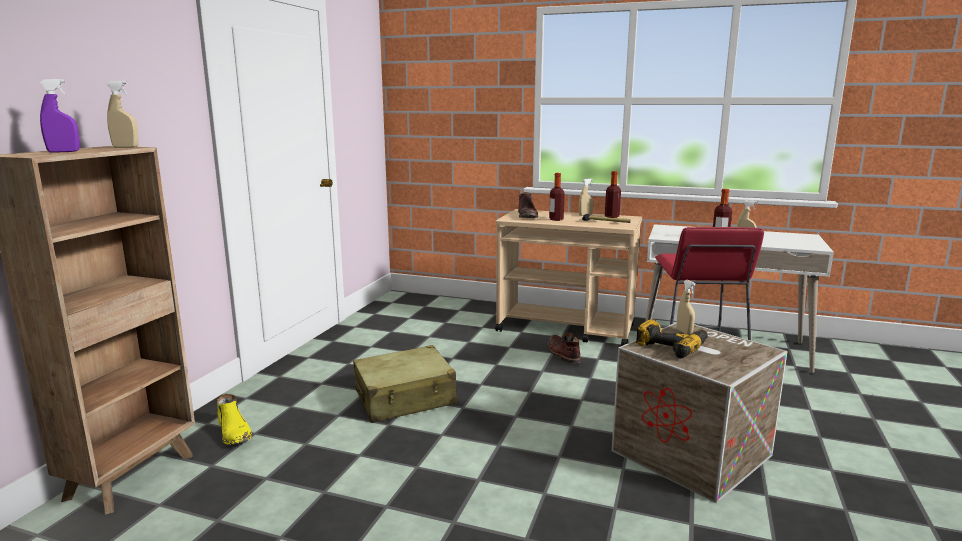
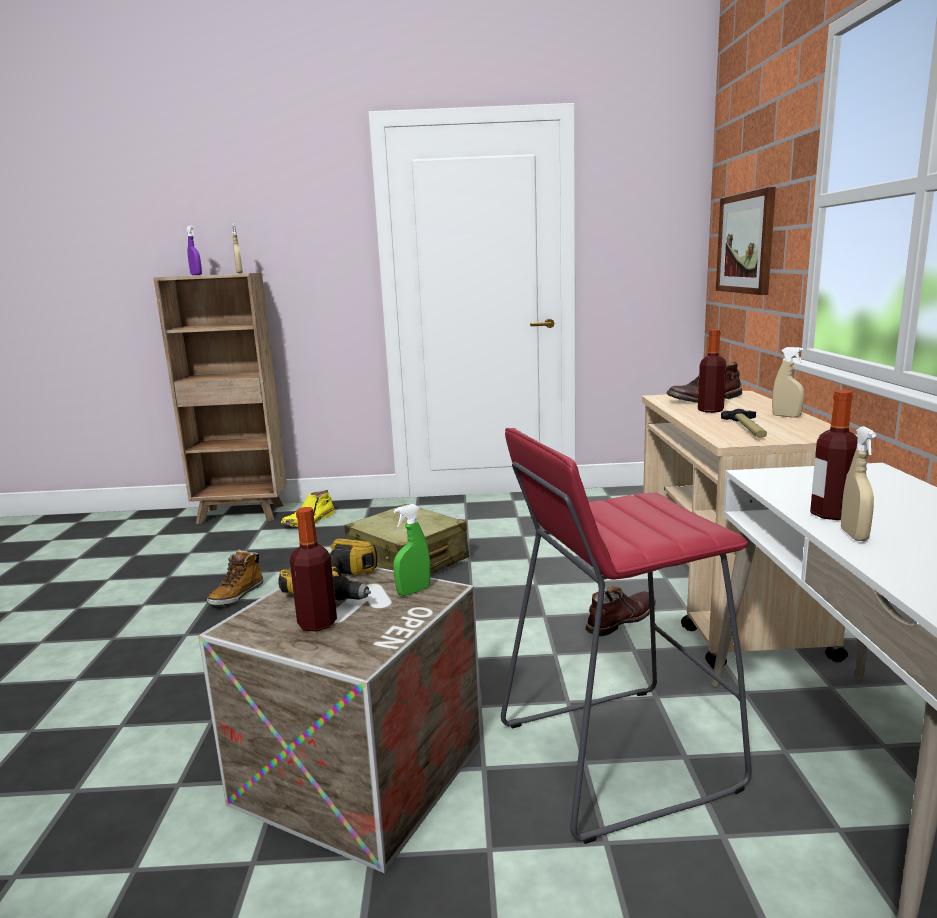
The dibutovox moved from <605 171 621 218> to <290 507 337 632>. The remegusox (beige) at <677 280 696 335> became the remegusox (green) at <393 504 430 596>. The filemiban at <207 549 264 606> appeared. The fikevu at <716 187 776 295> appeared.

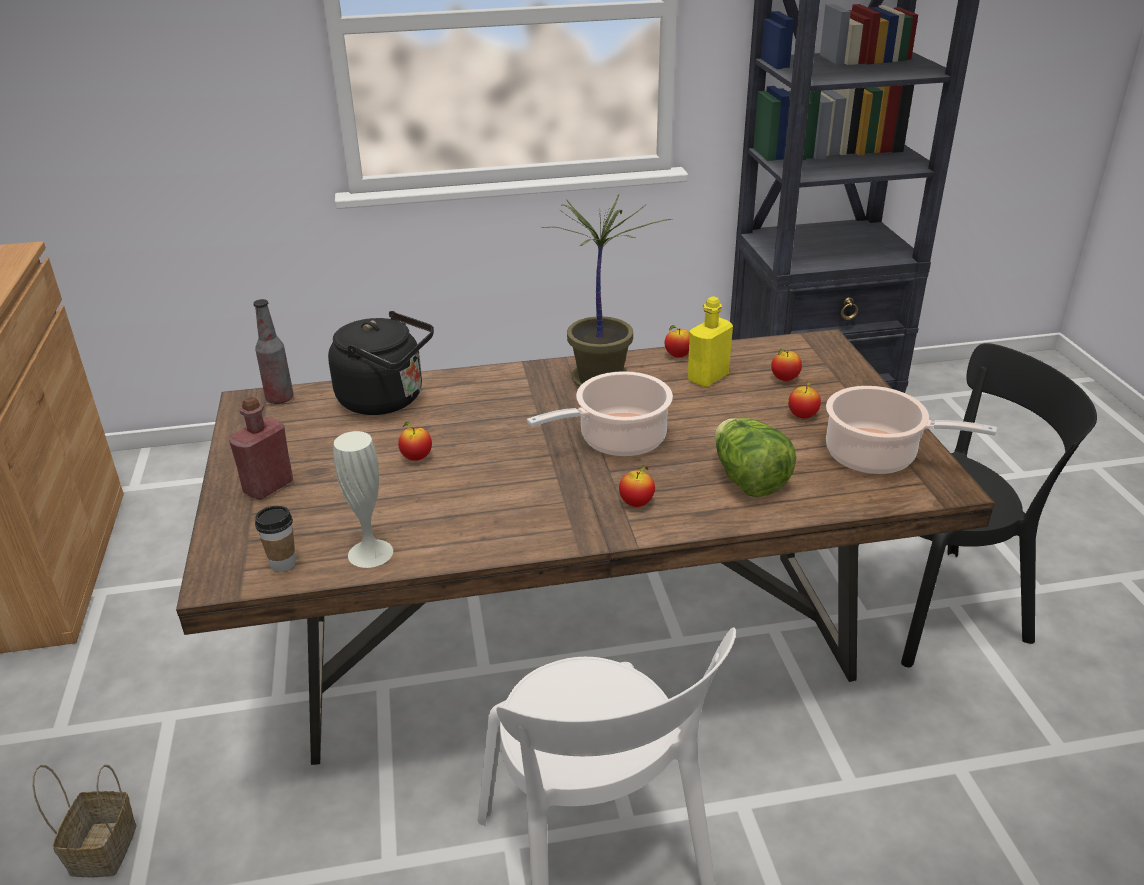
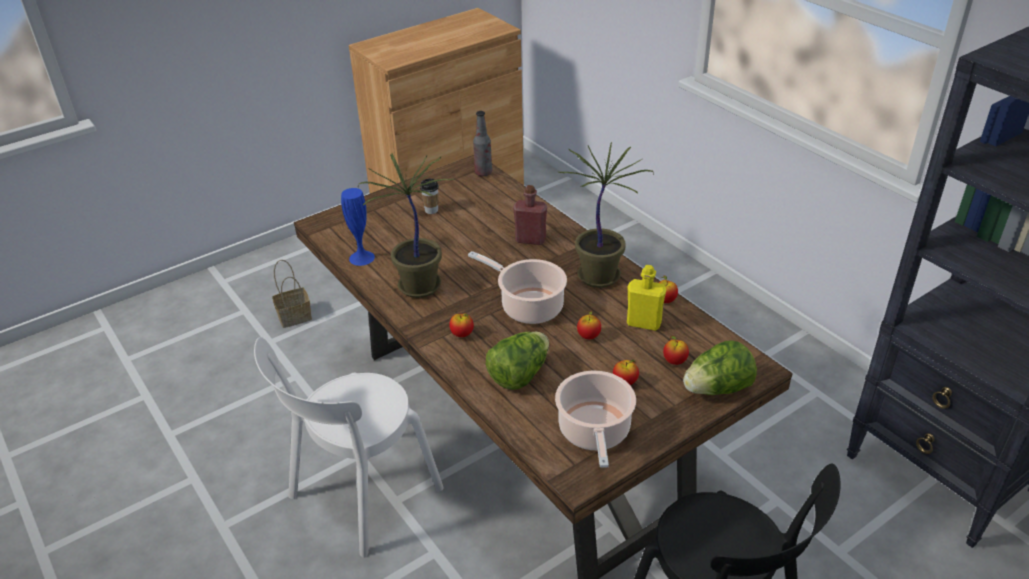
The dibutovox (red) moved from <229 396 293 500> to <513 185 547 245>. The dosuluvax moved from <255 506 296 572> to <420 179 439 214>. The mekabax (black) at <328 311 434 415> disappeared. The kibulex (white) at <334 431 393 568> became the kibulex (blue) at <341 188 375 266>. The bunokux moved from <398 422 432 461> to <577 311 601 339>. The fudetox at <358 154 454 298> appeared. The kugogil at <683 340 757 395> appeared.

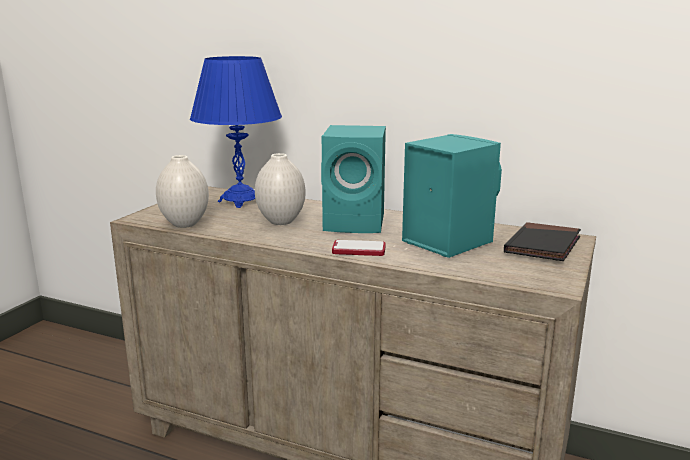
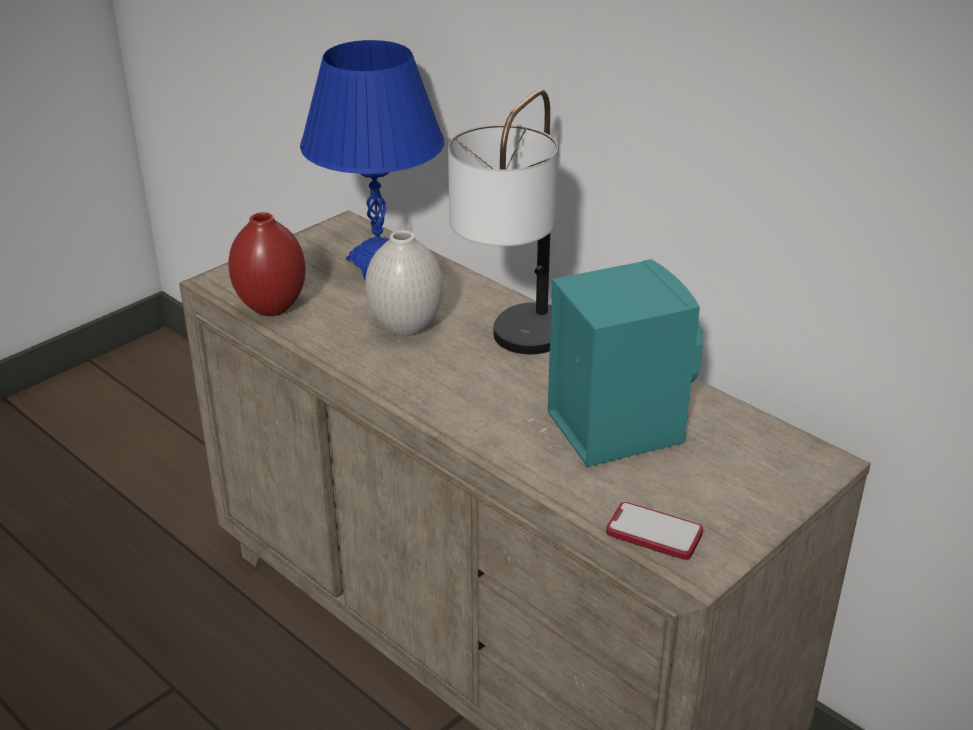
The kibulex (white) at <156 155 209 228> became the kibulex (red) at <228 212 306 316>. The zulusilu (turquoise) at <321 125 386 233> was replaced by the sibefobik at <448 89 558 354>. The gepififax moved from <332 240 386 256> to <606 502 703 560>. The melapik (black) at <504 222 581 261> disappeared.

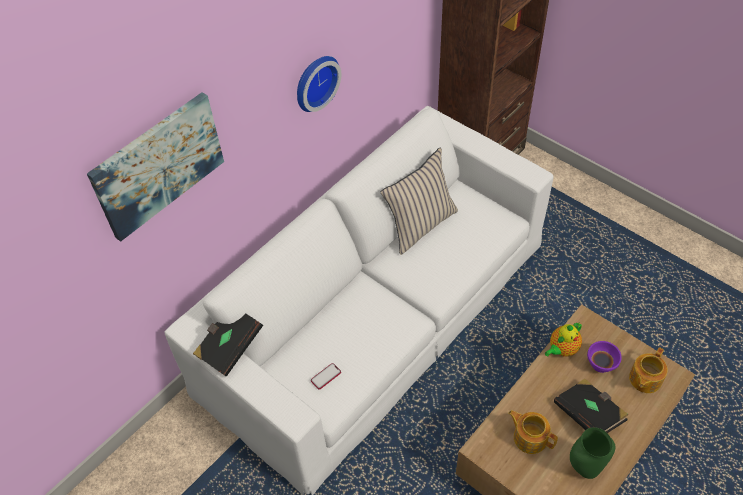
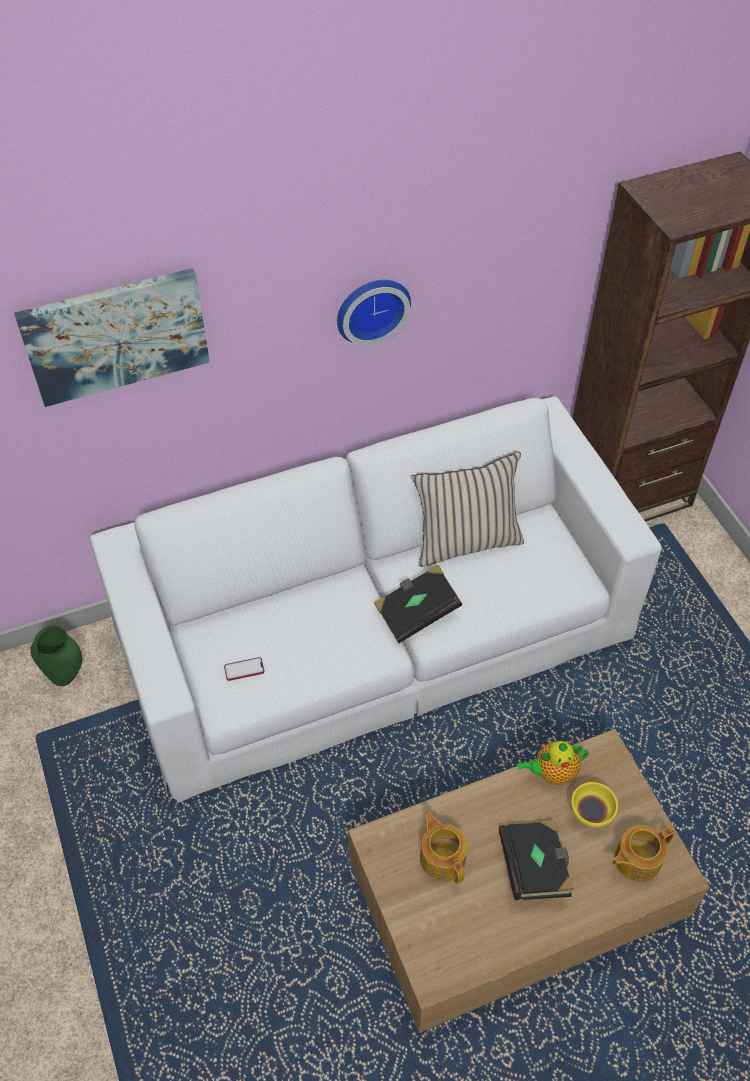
The melapik (black) moved from <193 313 263 377> to <374 565 462 643>. The kibulex (green) moved from <570 427 615 479> to <30 626 82 686>. The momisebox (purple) at <587 341 622 373> became the momisebox (yellow) at <571 782 618 827>.

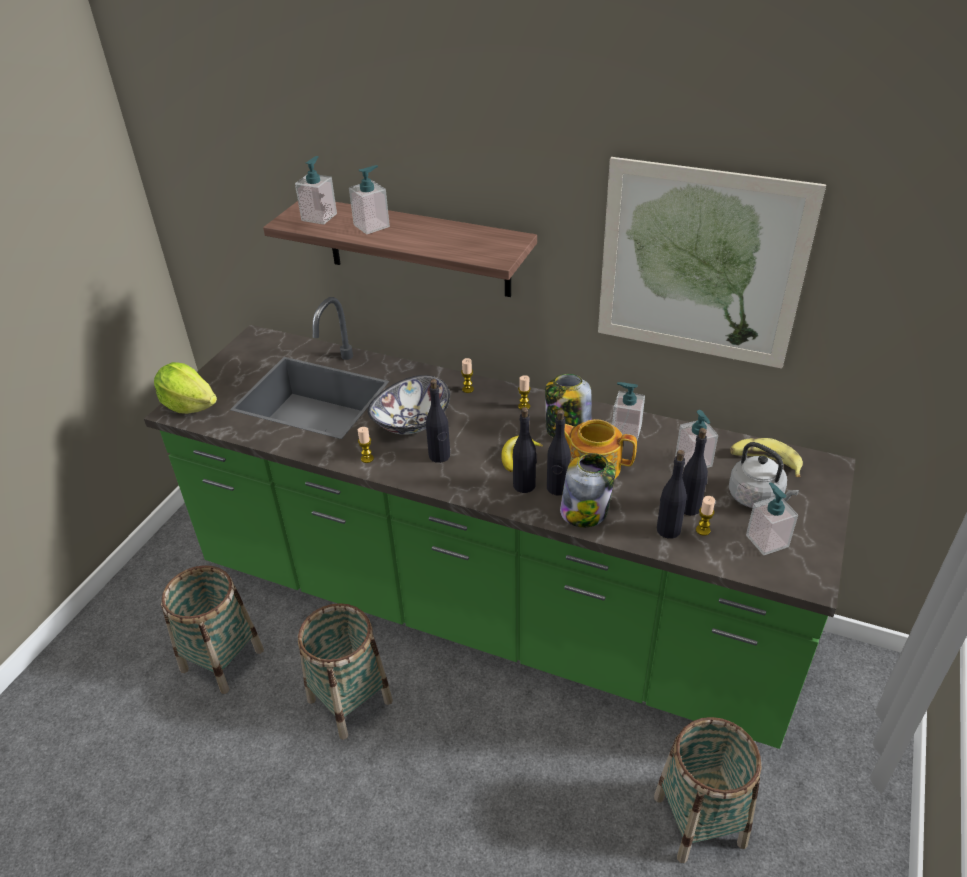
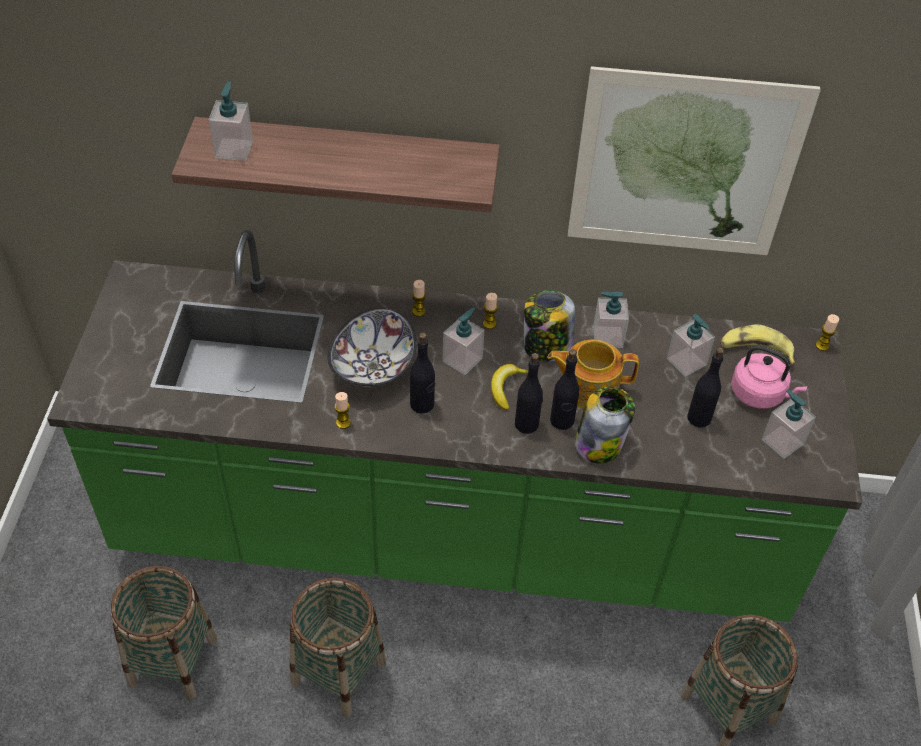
The kugogil at <154 362 217 414> disappeared. The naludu moved from <349 165 390 234> to <442 308 484 375>. The dibutovox (black) at <657 450 687 539> disappeared. The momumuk moved from <696 496 715 536> to <816 314 839 351>. The mekabax (grey) at <729 442 799 508> became the mekabax (pink) at <731 345 807 409>.

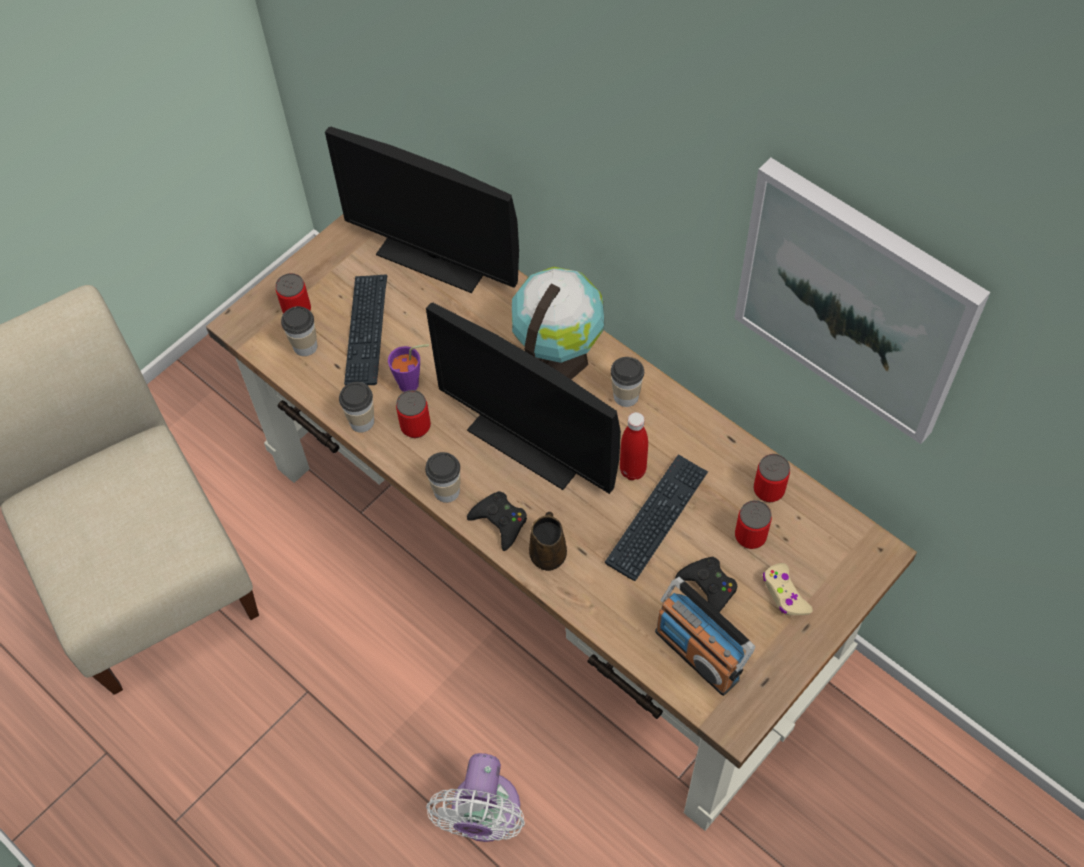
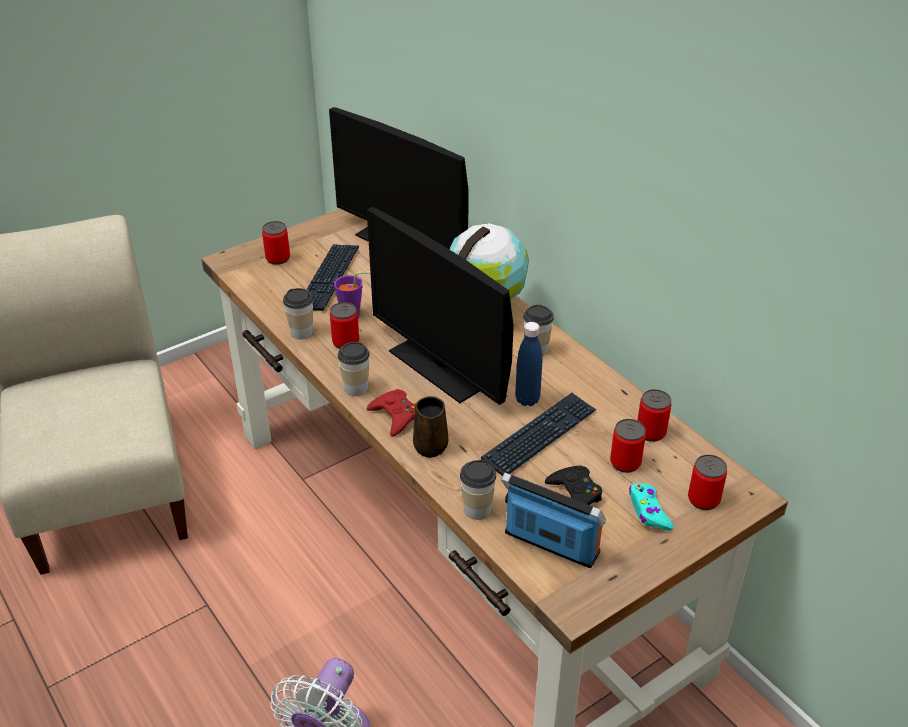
The dosuluvax moved from <281 306 317 356> to <460 460 496 520>. The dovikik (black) at <467 491 527 551> became the dovikik (red) at <367 389 415 437>. The dibutovox (red) at <620 412 648 480> became the dibutovox (blue) at <515 322 542 406>. The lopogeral at <655 577 755 696> turned 150 degrees clockwise. The fikevu at <734 158 990 444> disappeared. The dovikik (beige) at <763 563 813 615> became the dovikik (turquoise) at <629 483 674 531>. The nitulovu at <688 455 727 510> appeared.

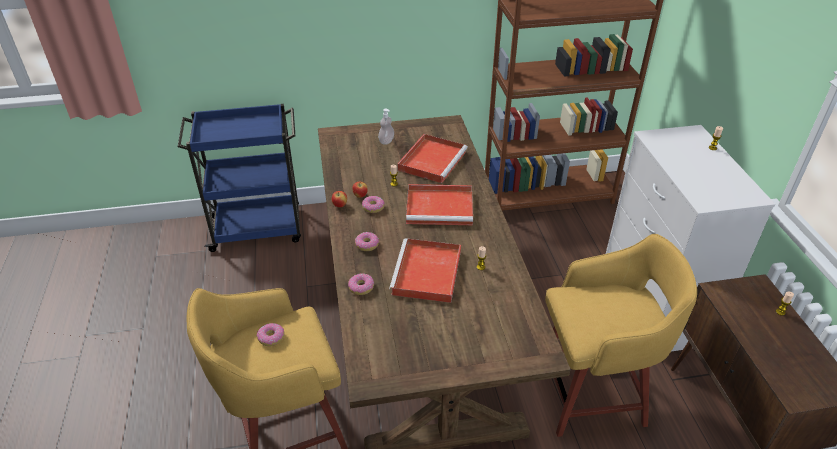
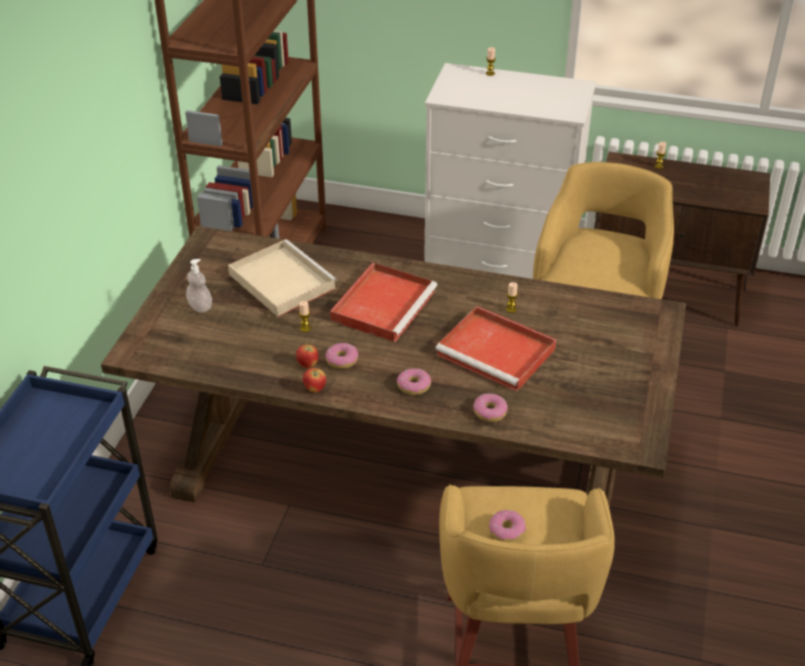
The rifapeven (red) at <397 134 468 183> became the rifapeven (beige) at <228 239 337 317>.

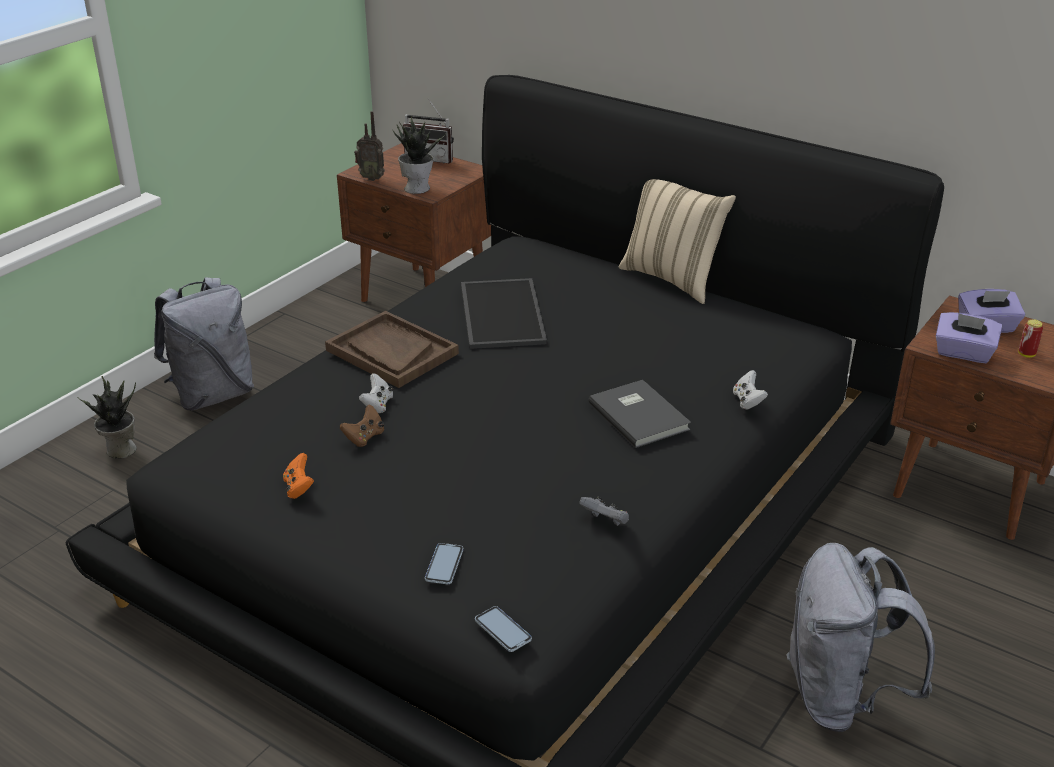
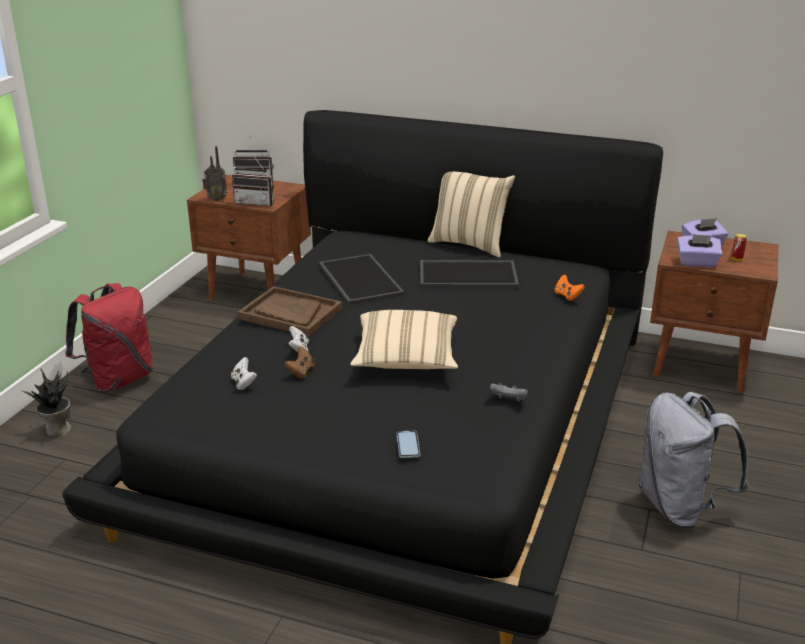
The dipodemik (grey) at <154 277 254 410> became the dipodemik (red) at <65 283 153 393>. The dovikik (orange) moved from <283 453 314 499> to <555 275 585 301>. The fudetox at <393 116 445 194> was replaced by the lopogeral at <232 154 274 206>. The gepififax at <475 606 532 652> disappeared. The melapik (grey) at <589 380 691 448> disappeared. The dovikik (white) moved from <733 370 768 410> to <231 357 257 390>. The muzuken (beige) at <350 310 458 369> appeared. The rifapeven at <420 260 519 288> appeared.

